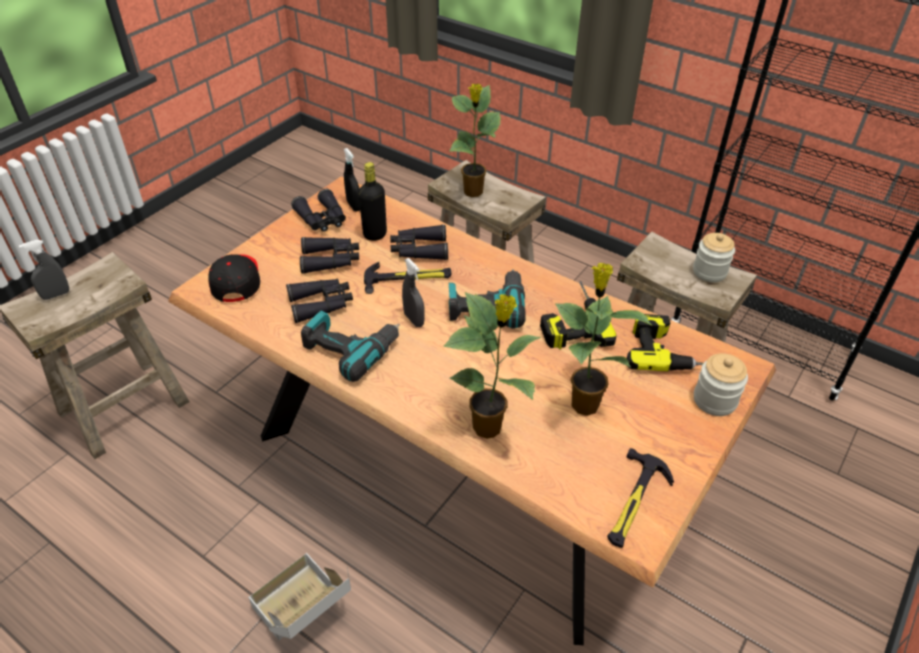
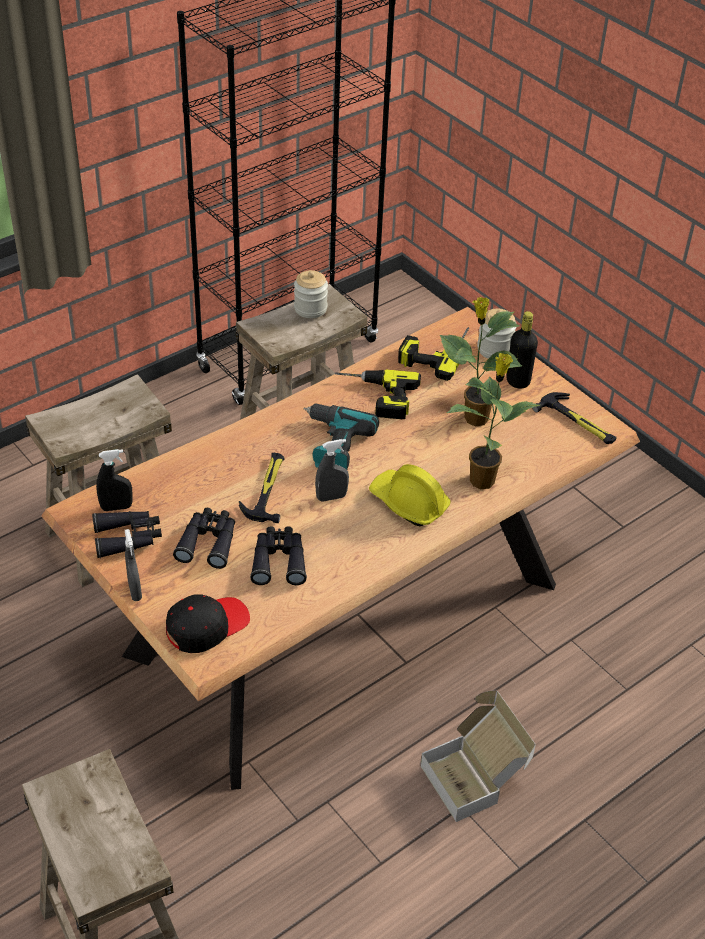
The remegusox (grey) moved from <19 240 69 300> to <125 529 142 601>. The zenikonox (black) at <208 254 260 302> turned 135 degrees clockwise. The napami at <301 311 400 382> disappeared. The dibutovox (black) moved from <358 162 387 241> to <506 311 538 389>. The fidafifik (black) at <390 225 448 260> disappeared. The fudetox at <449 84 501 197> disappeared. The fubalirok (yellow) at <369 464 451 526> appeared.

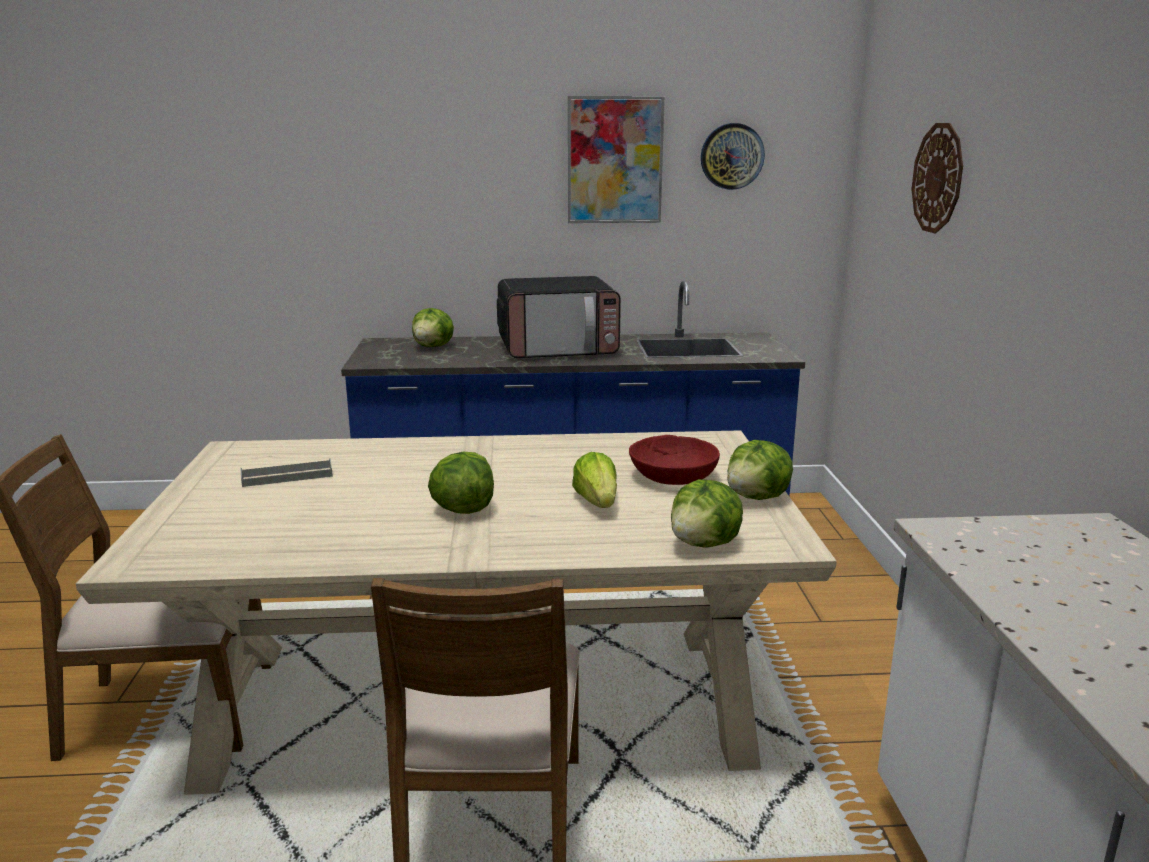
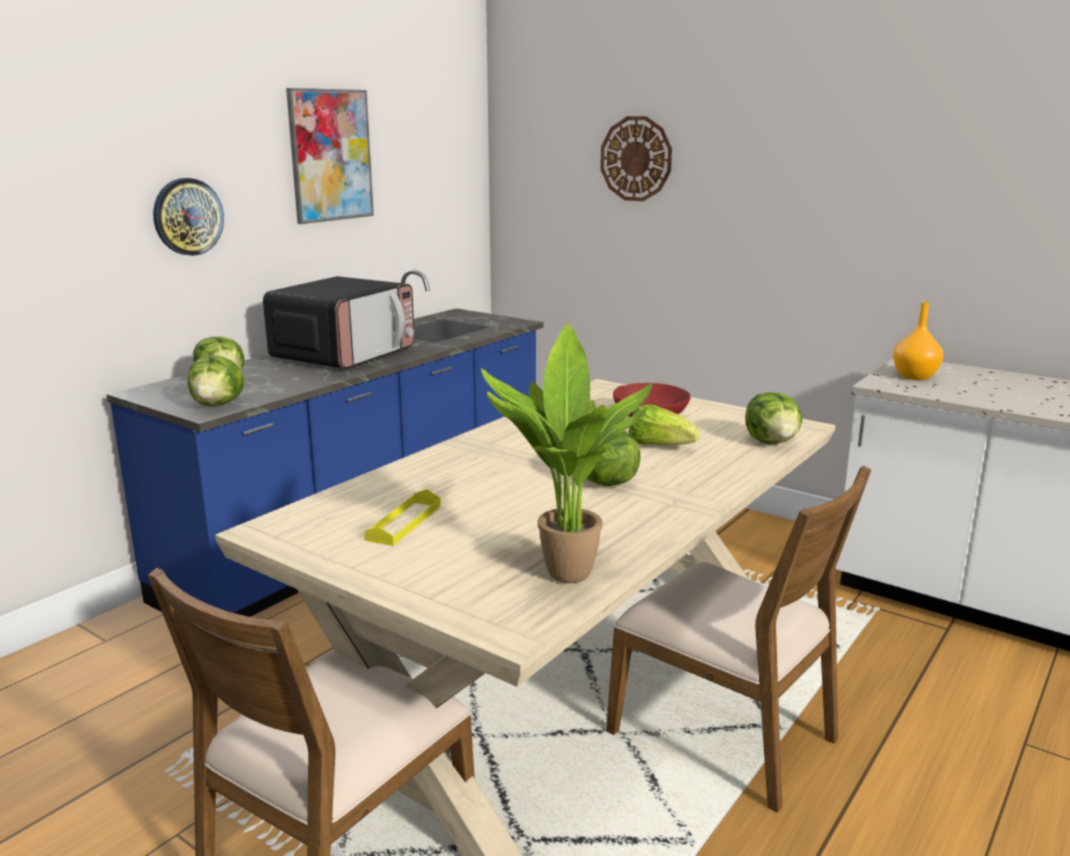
The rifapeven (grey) at <240 458 333 487> became the rifapeven (yellow) at <365 489 441 546>. The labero moved from <701 123 765 190> to <153 178 224 256>. The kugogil moved from <727 440 793 500> to <188 355 244 406>. The fudetox at <481 324 652 583> appeared. The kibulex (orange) at <893 302 943 380> appeared.

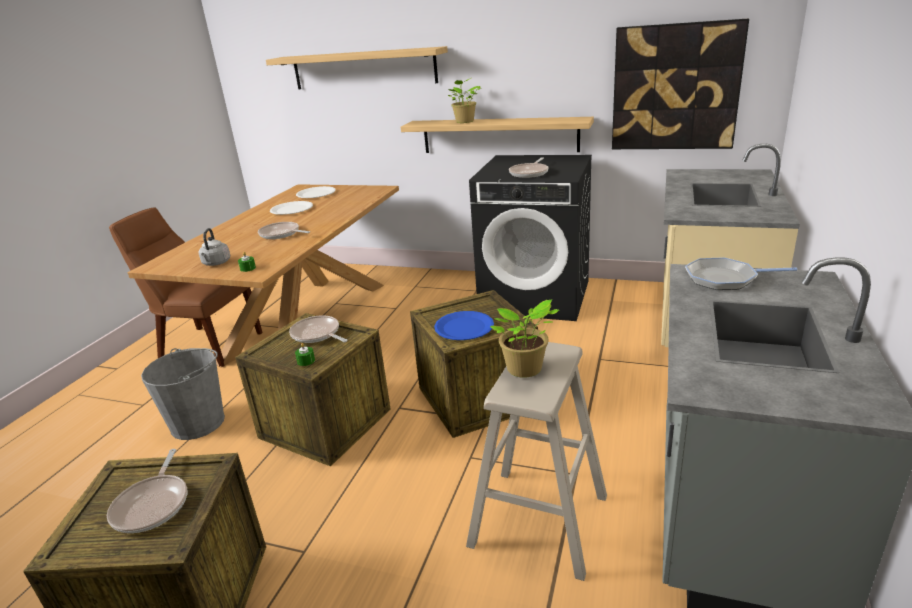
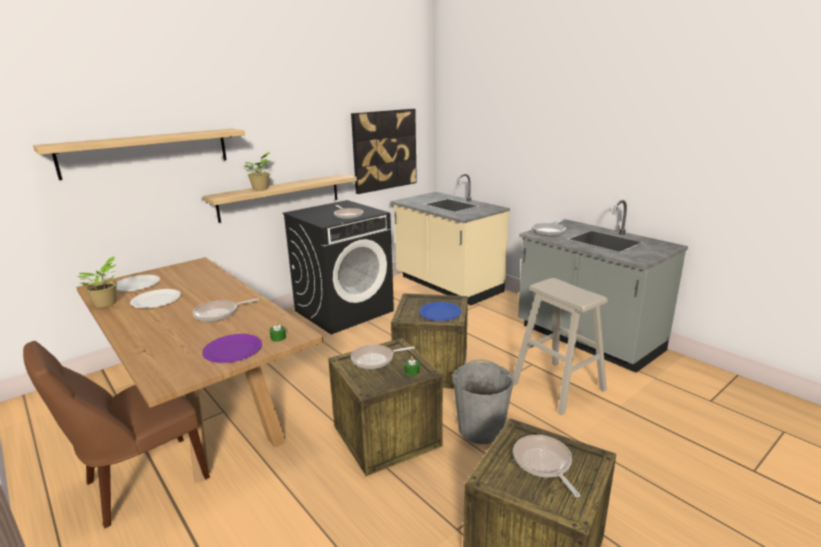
The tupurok at <107 449 187 533> turned 135 degrees counterclockwise. The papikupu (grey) moved from <141 348 225 440> to <452 360 514 444>. The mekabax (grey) at <199 228 230 266> was replaced by the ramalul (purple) at <202 334 262 363>. The fudetox moved from <490 300 559 378> to <77 257 117 308>.

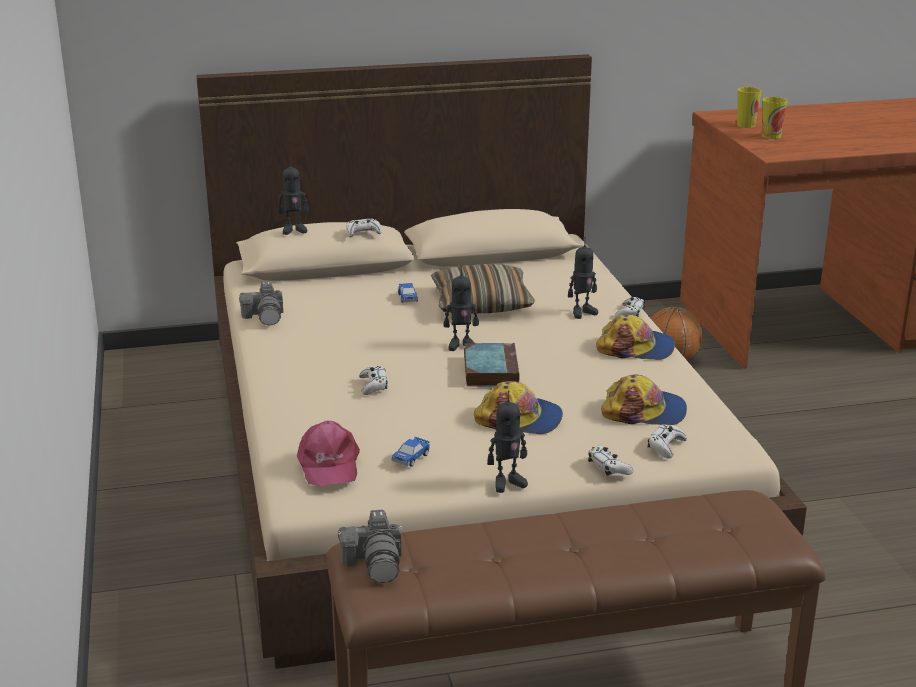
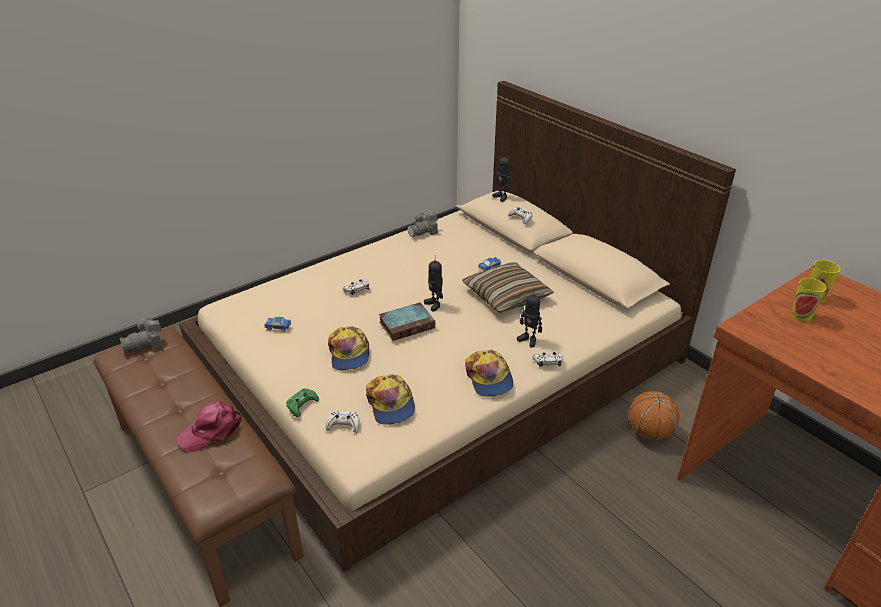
The zenikonox (pink) moved from <297 421 360 486> to <176 401 242 452>. The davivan at <487 391 528 493> disappeared. The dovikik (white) at <588 446 633 476> became the dovikik (green) at <286 388 319 417>.

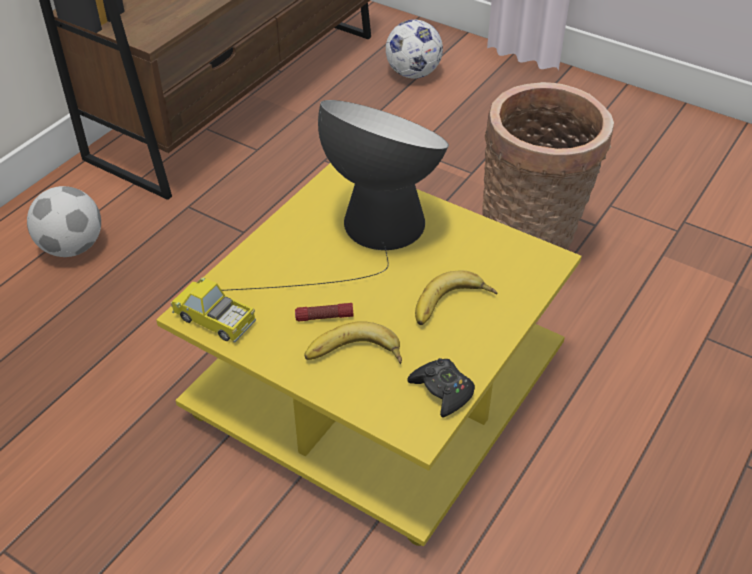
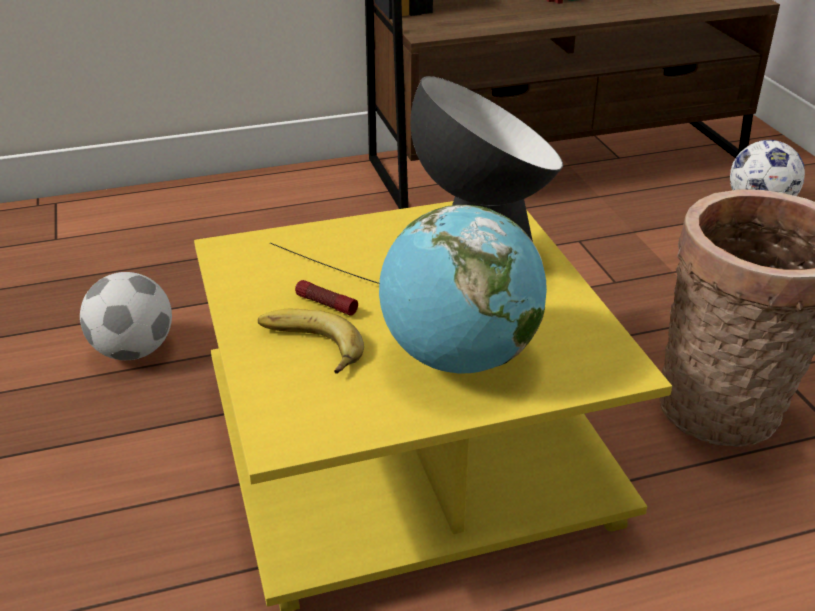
The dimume moved from <27 186 101 257> to <80 272 172 360>. The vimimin at <171 277 256 343> disappeared. The dovikik (black) at <407 358 475 418> disappeared. The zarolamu at <415 270 497 325> was replaced by the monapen at <379 205 547 373>.

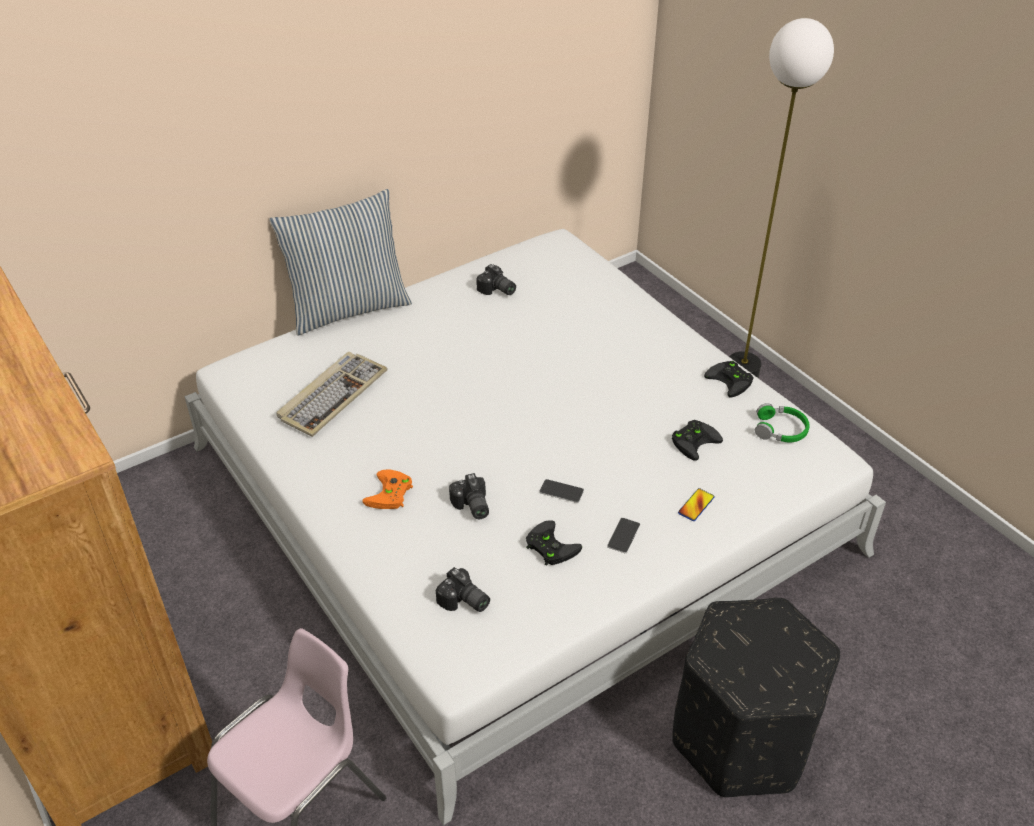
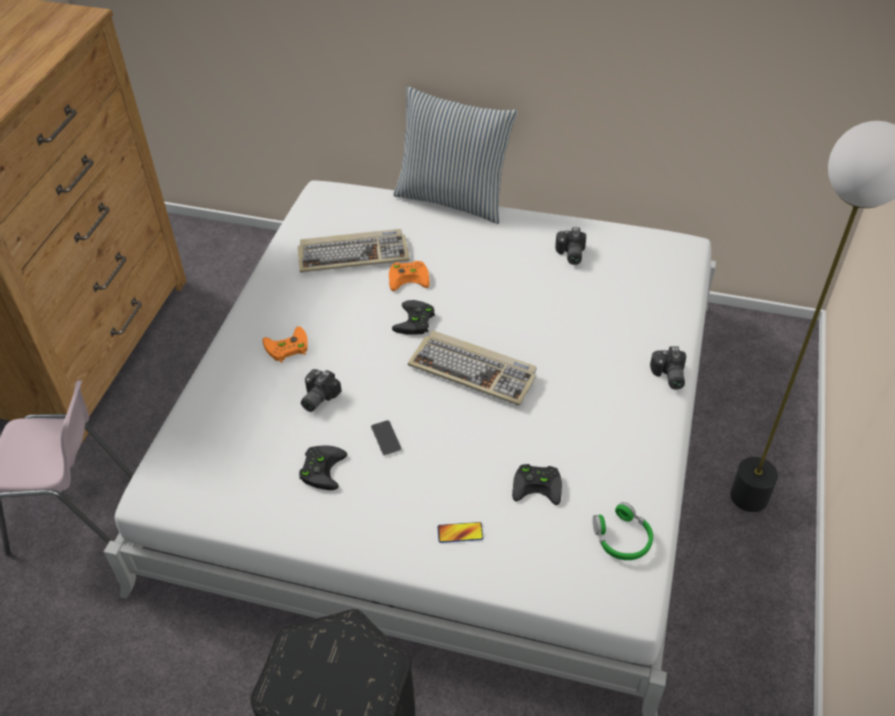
The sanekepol moved from <436 567 490 612> to <650 346 686 389>. The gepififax at <607 518 640 553> disappeared. The dovikik (black) moved from <704 361 754 397> to <392 300 435 335>. The dovikik (orange) at <389 261 430 291> appeared. The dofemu at <408 331 537 406> appeared.

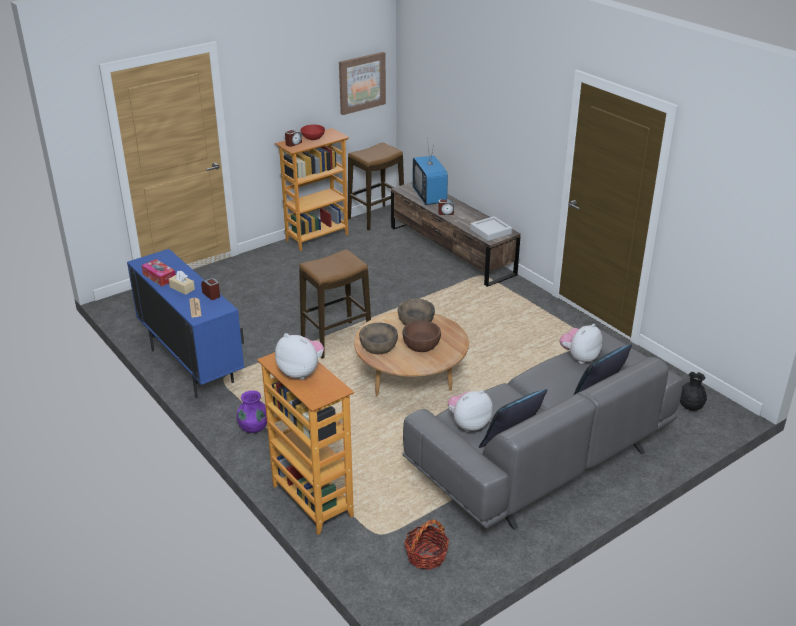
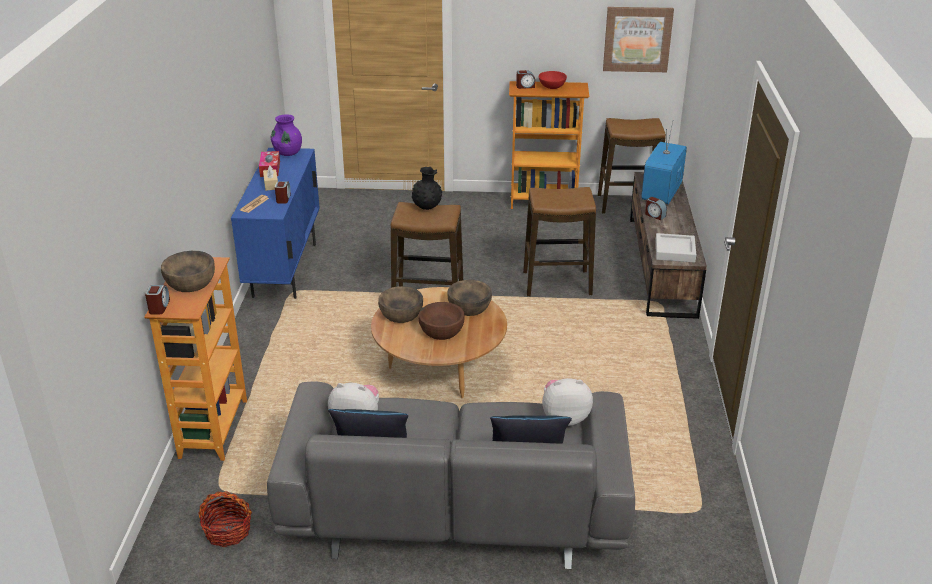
The kibulex (purple) moved from <237 390 267 433> to <271 114 302 156>. The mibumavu at <275 333 324 380> was replaced by the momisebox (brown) at <161 251 215 292>. The kibulex (black) moved from <680 372 707 411> to <412 167 442 210>. The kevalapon at <145 285 170 314> appeared. The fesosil at <523 187 596 297> appeared.

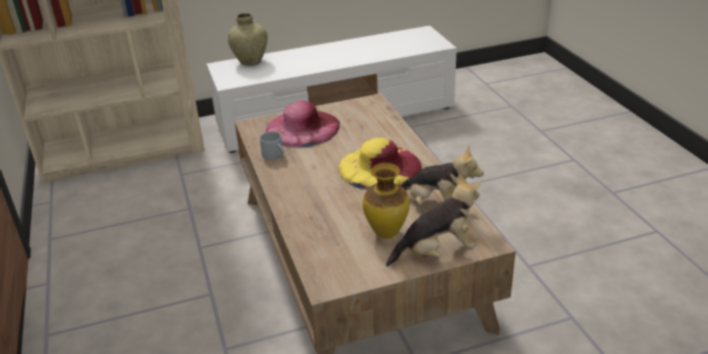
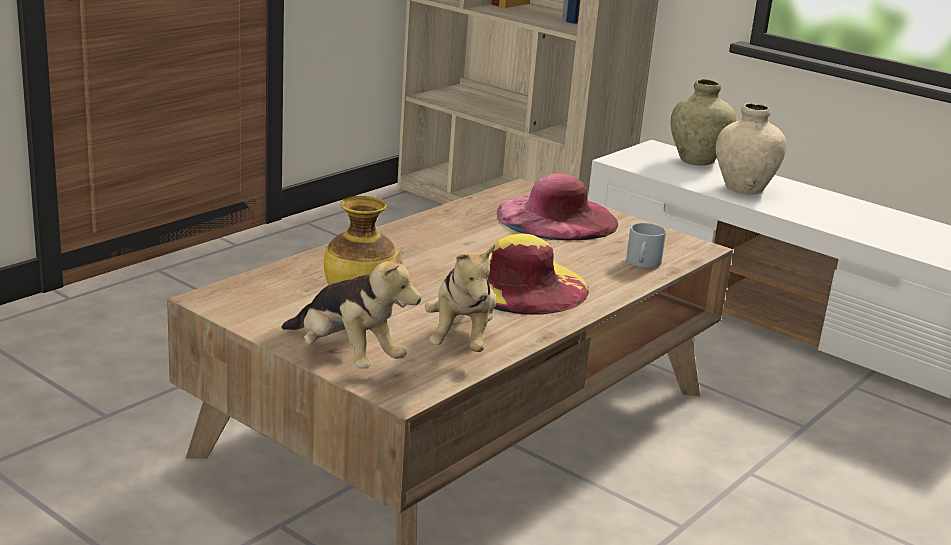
The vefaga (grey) moved from <260 131 284 160> to <626 223 666 268>. The kibulex (beige) at <716 103 787 195> appeared.

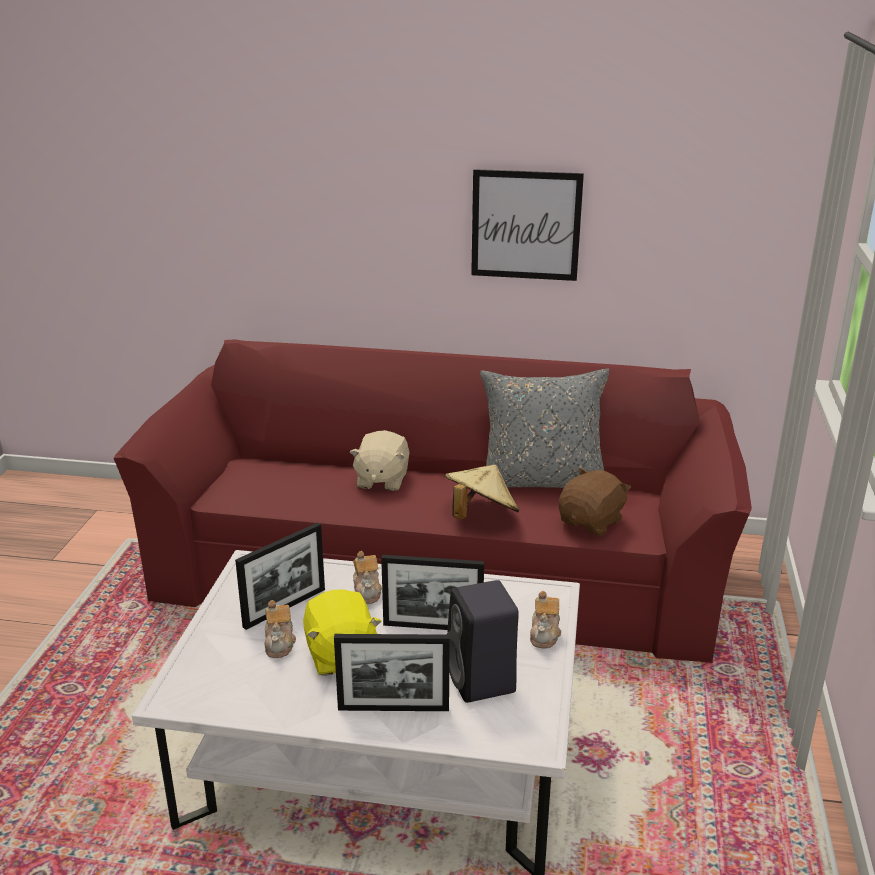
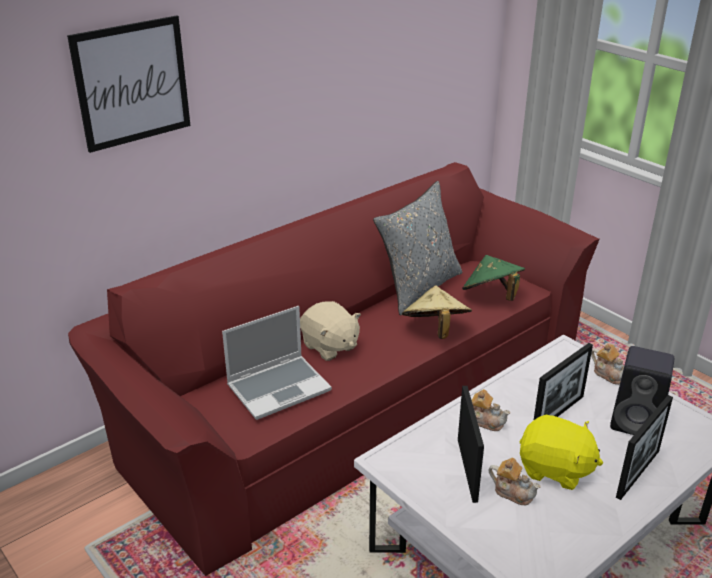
The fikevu moved from <471 169 584 281> to <67 16 191 153>. The mibumavu (brown) at <559 468 631 536> was replaced by the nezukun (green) at <462 255 525 301>. The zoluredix at <222 306 332 420> appeared.

